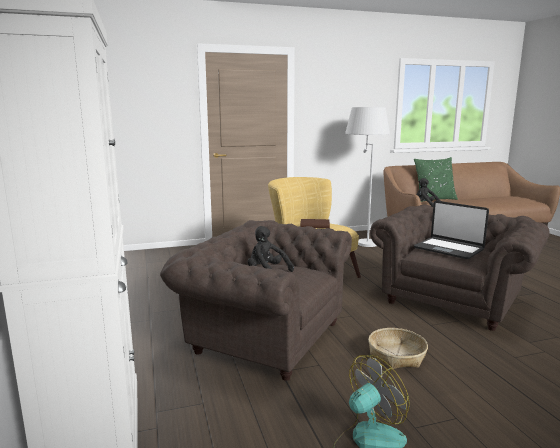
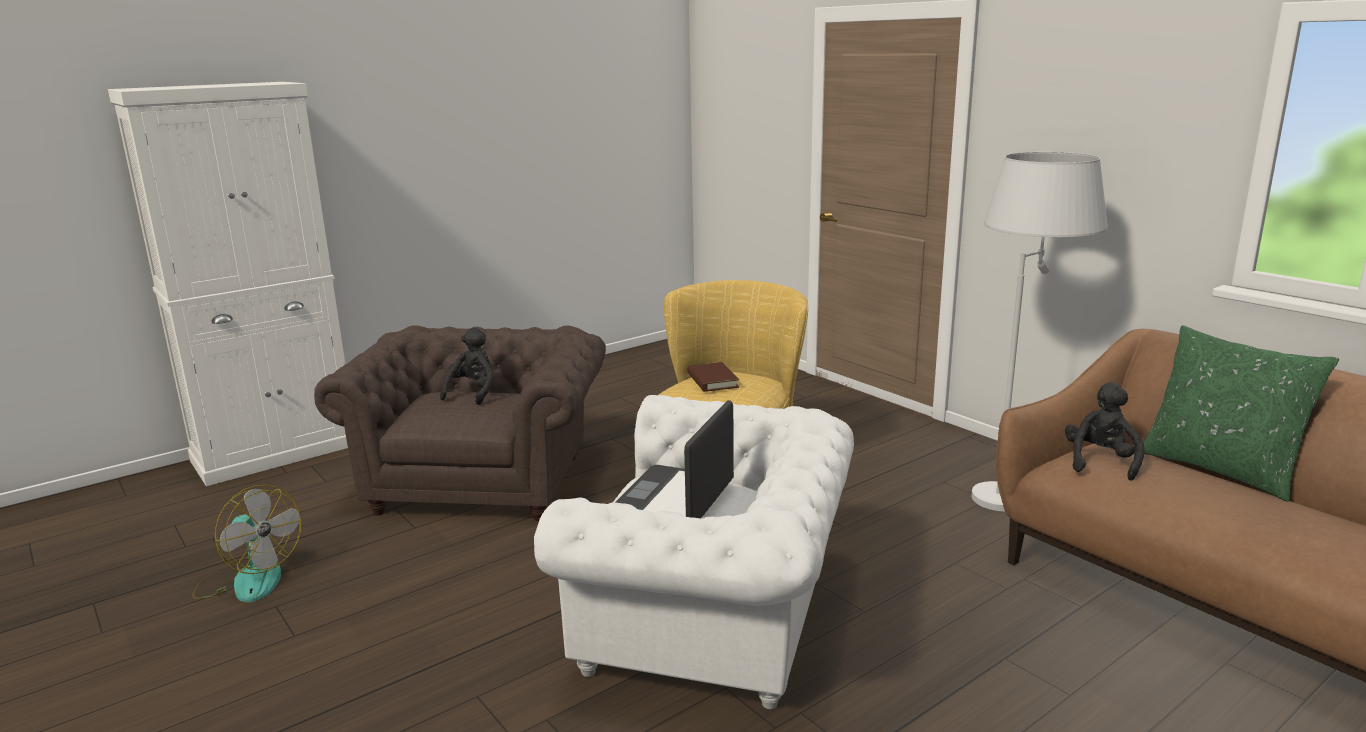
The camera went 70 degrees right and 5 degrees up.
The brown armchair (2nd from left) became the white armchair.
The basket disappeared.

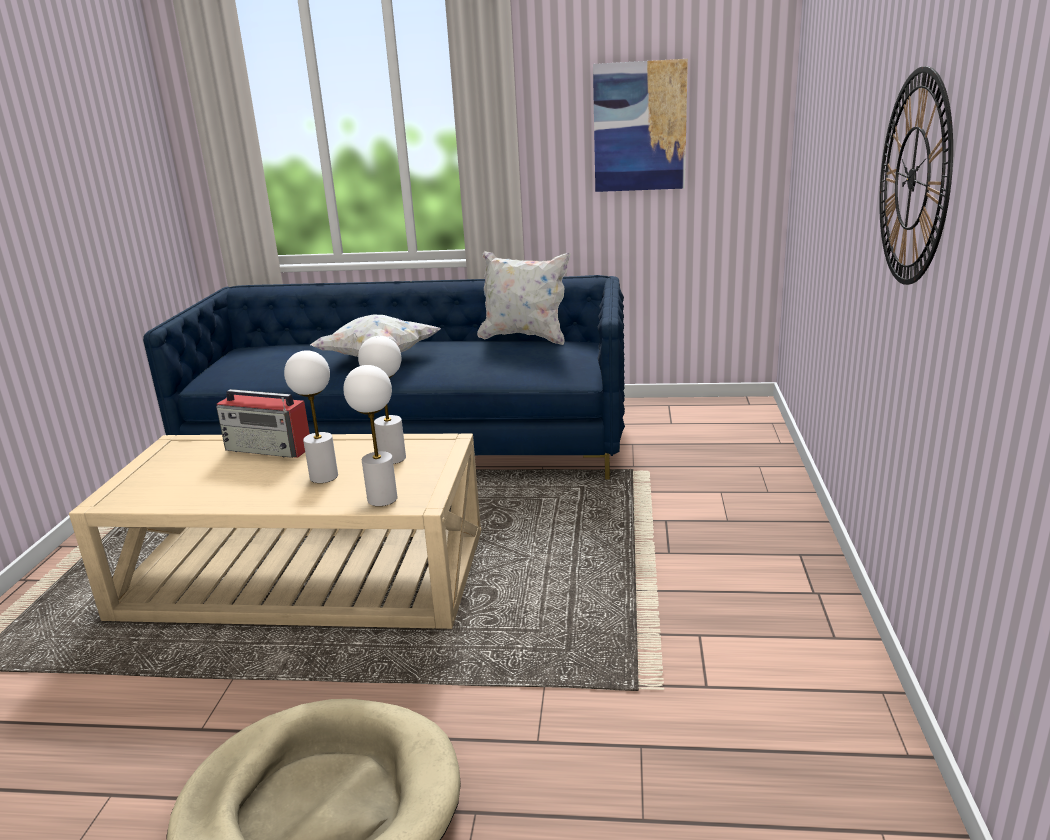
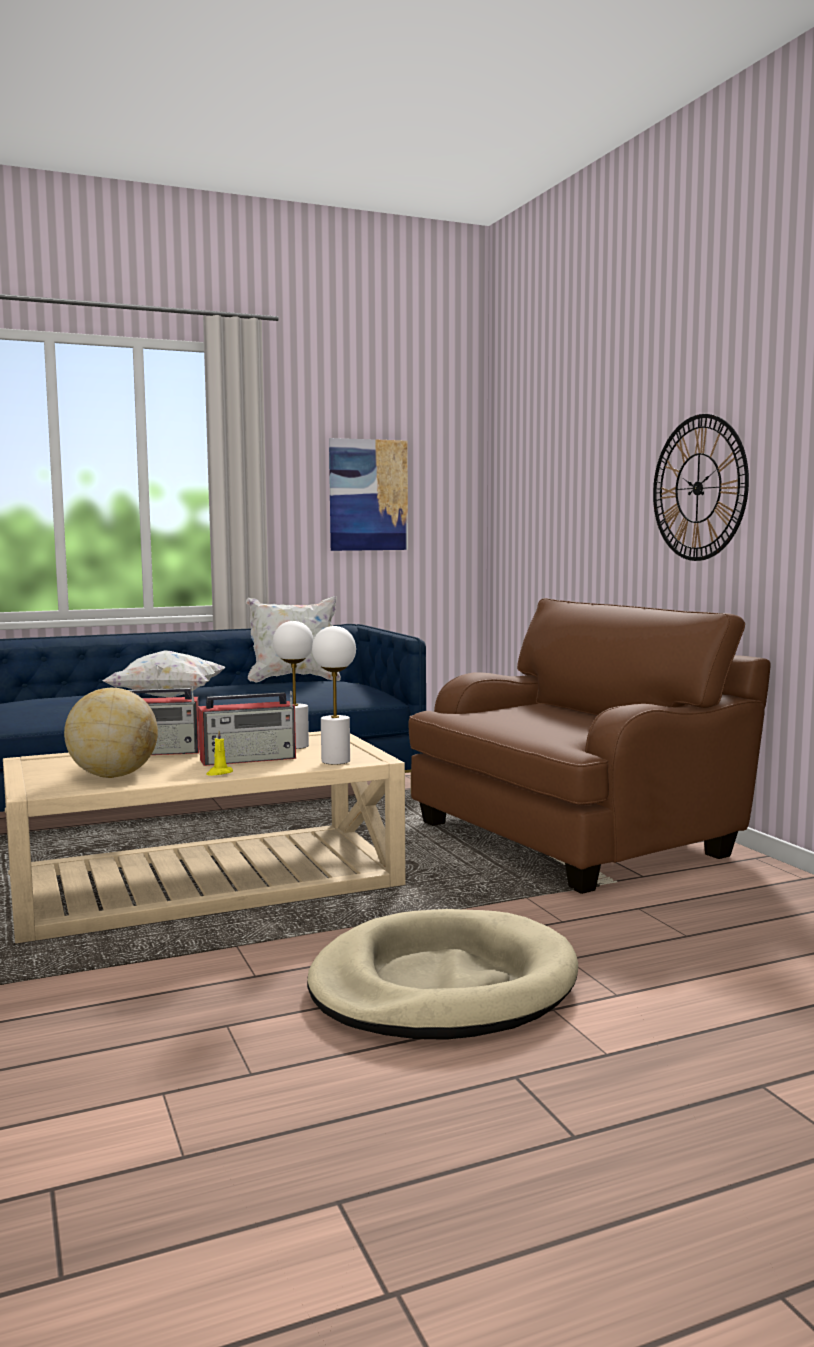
The camera went 30 degrees left and 15 degrees down.
The globe appeared.
The white table lamp (1st from left) was replaced by the radio (2nd from left).
The yellow candle appeared.
The brown armchair appeared.

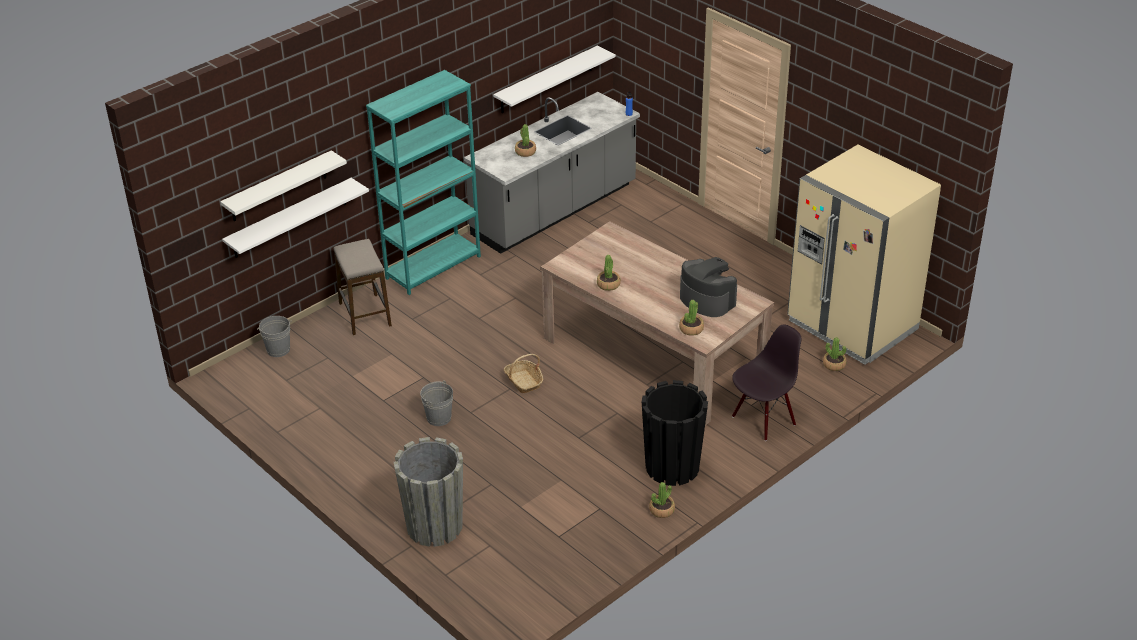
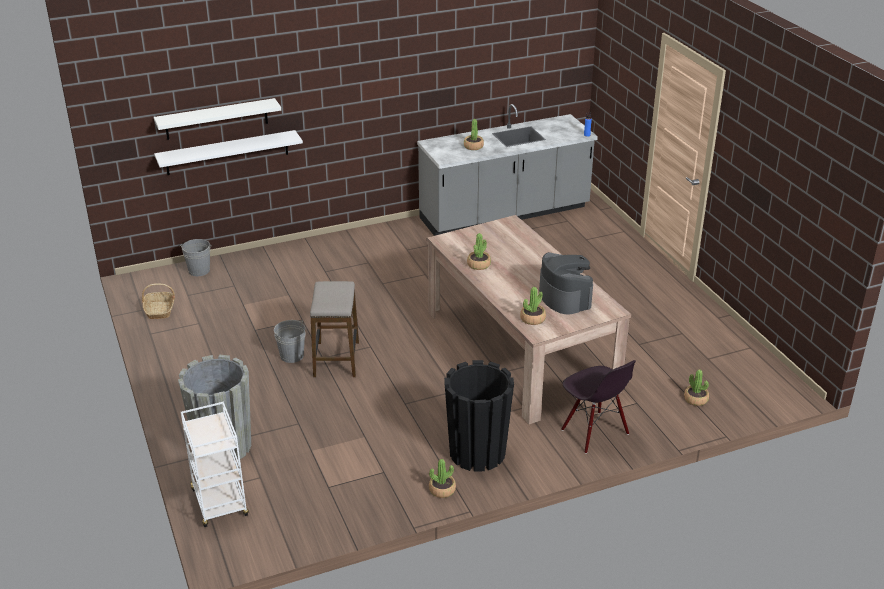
The camera went 20 degrees right and 5 degrees down.
The basket moved.
The white cart appeared.
The stool moved.
The black chair turned 75 degrees clockwise.
The turquoise bookcase disappeared.
The white shelf (3rd from left) disappeared.
The beige fridge disappeared.

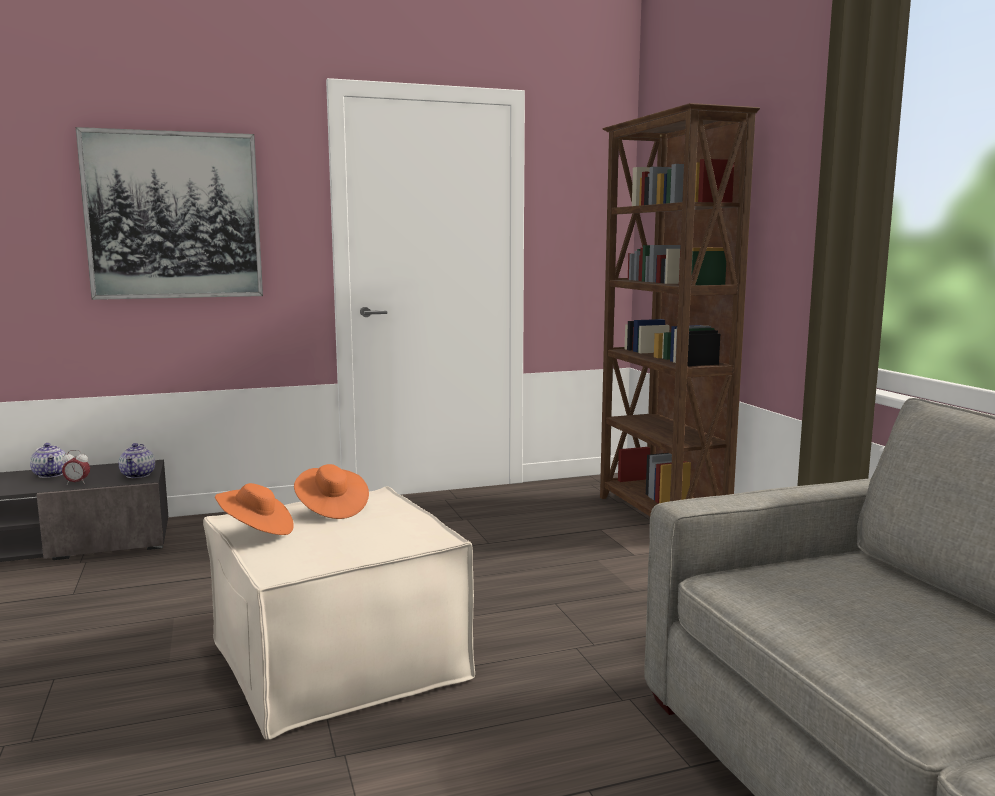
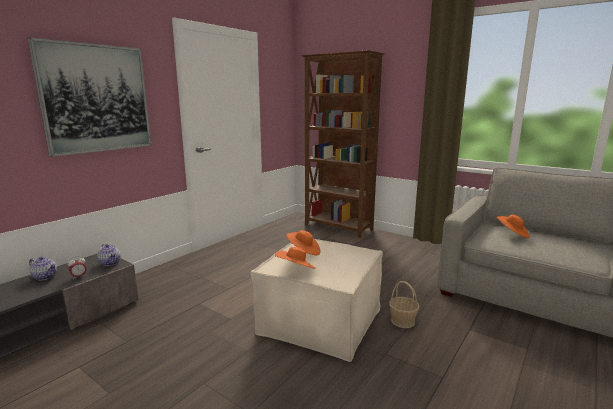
The camera went 35 degrees left and 5 degrees up.
The basket appeared.
The orange hat (3rd from left) appeared.

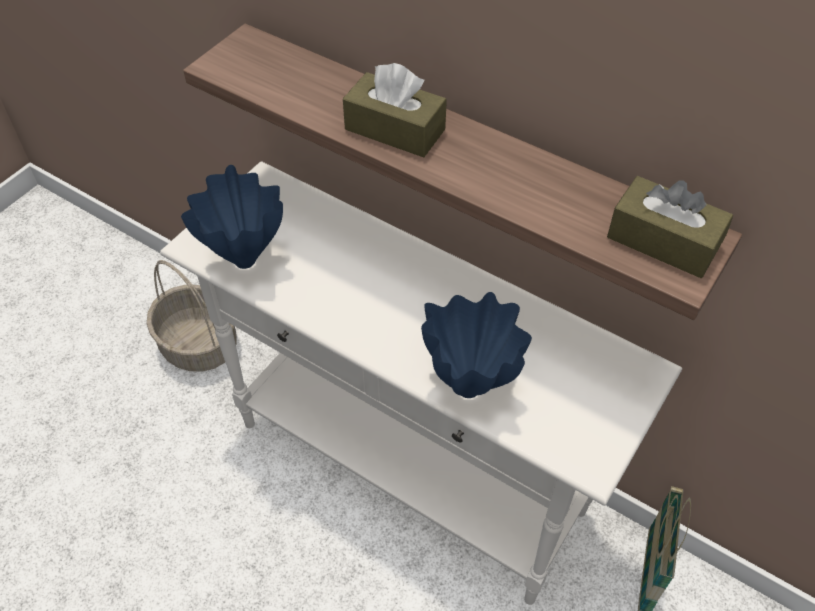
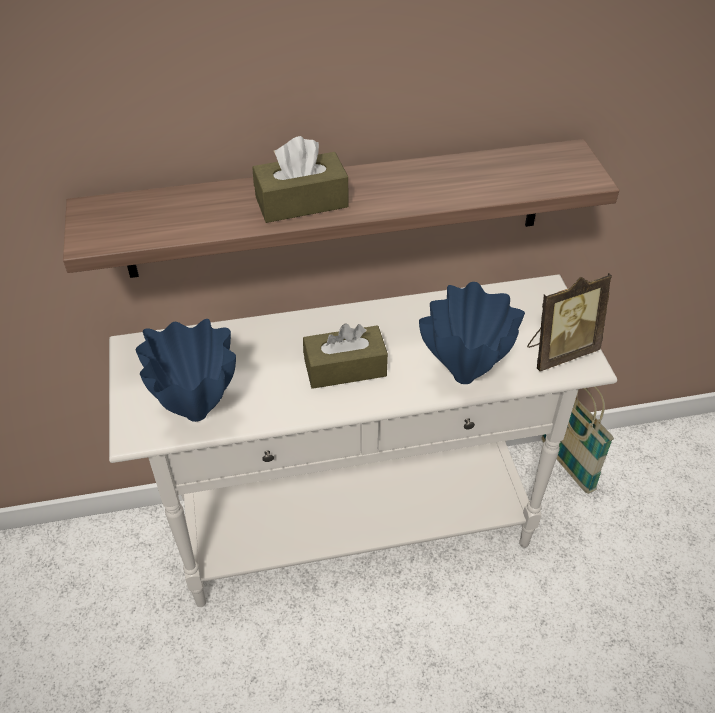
The camera went 45 degrees left and 5 degrees down.
The brown tissue box (2nd from left) moved.
The picture frame appeared.
The basket (1st from left) disappeared.

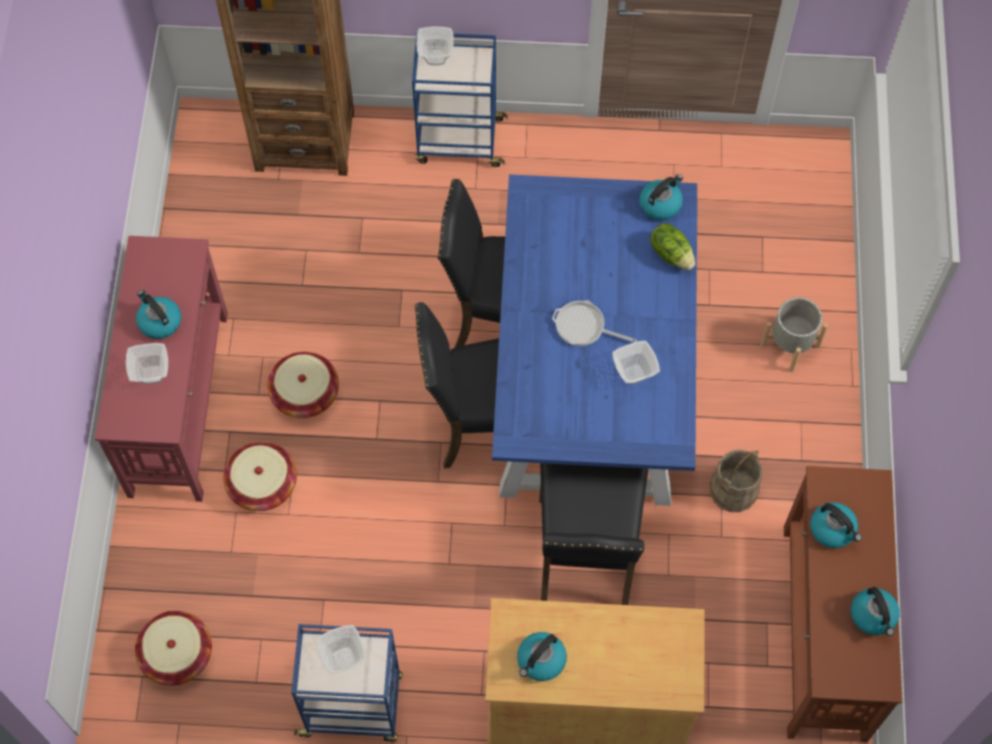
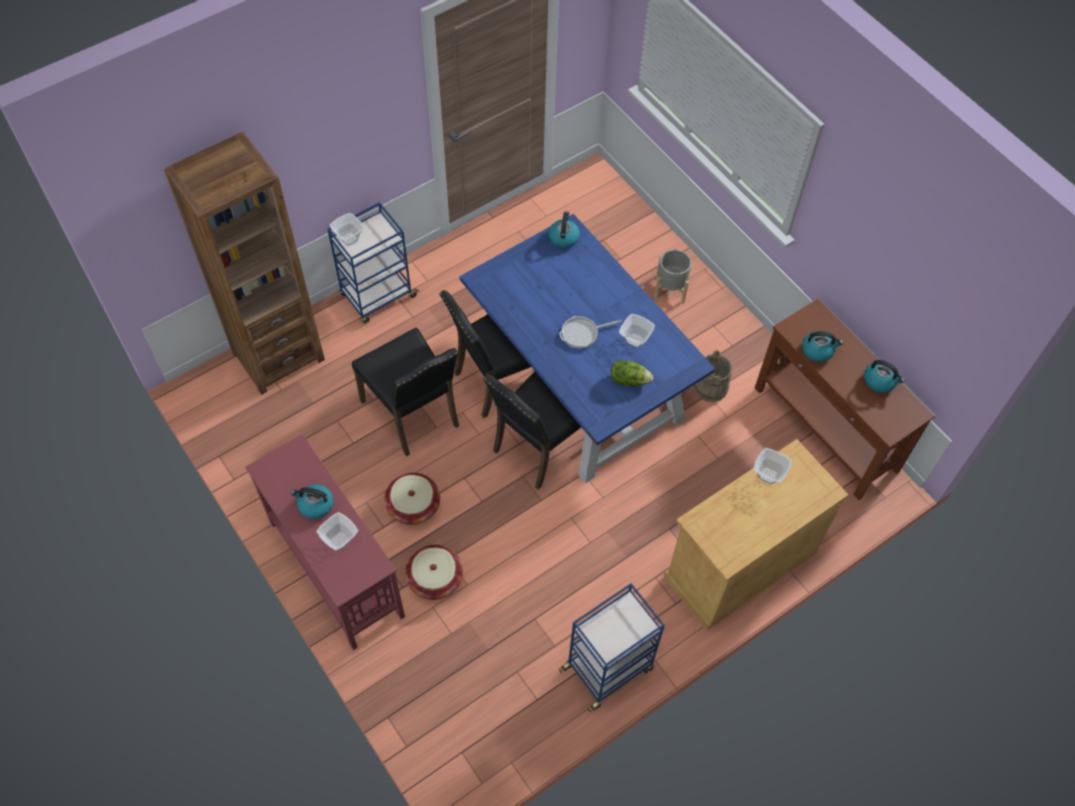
The camera went 40 degrees left and 5 degrees down.
The black chair (3rd from left in the first image) moved.
The lettuce moved.
The bowl (2nd from left in the first image) moved.
The basket (1st from left) disappeared.
The kettle (2nd from left) disappeared.

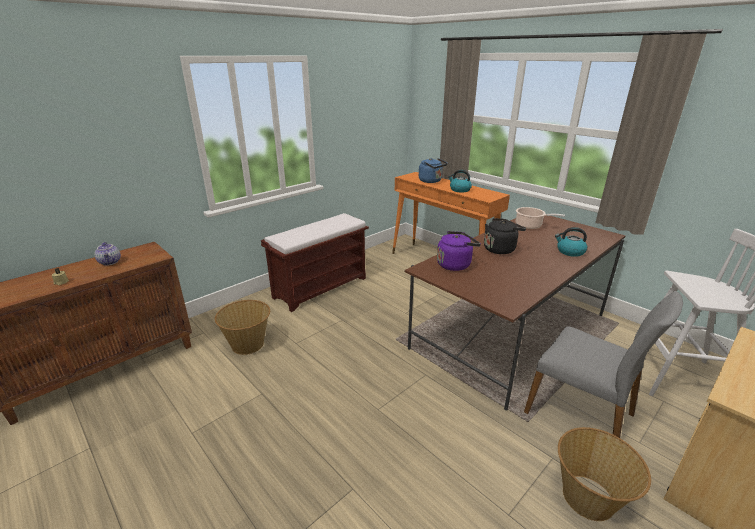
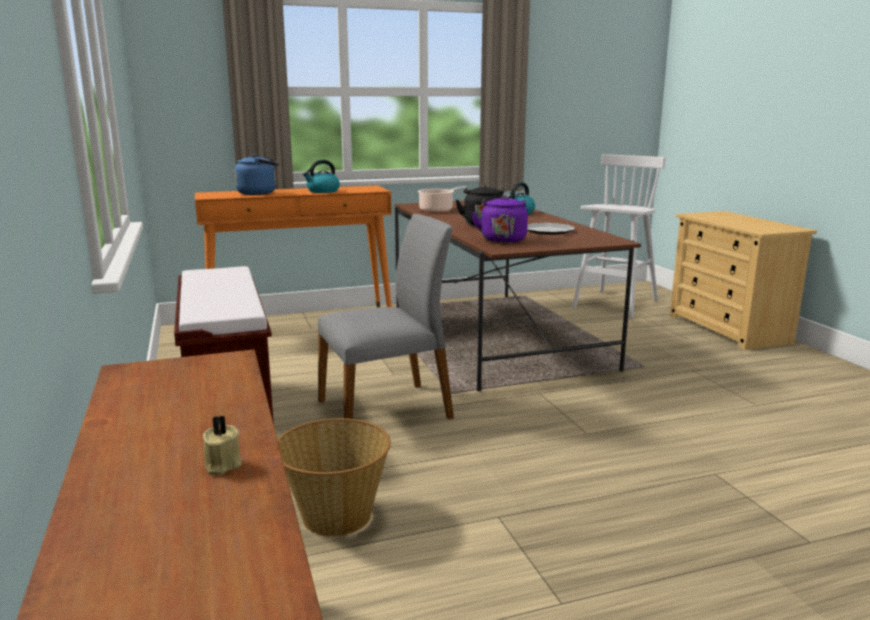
The camera went 65 degrees left and 10 degrees down.
The grey chair moved.
The plate appeared.
The teapot disappeared.
The basket (2nd from left) disappeared.

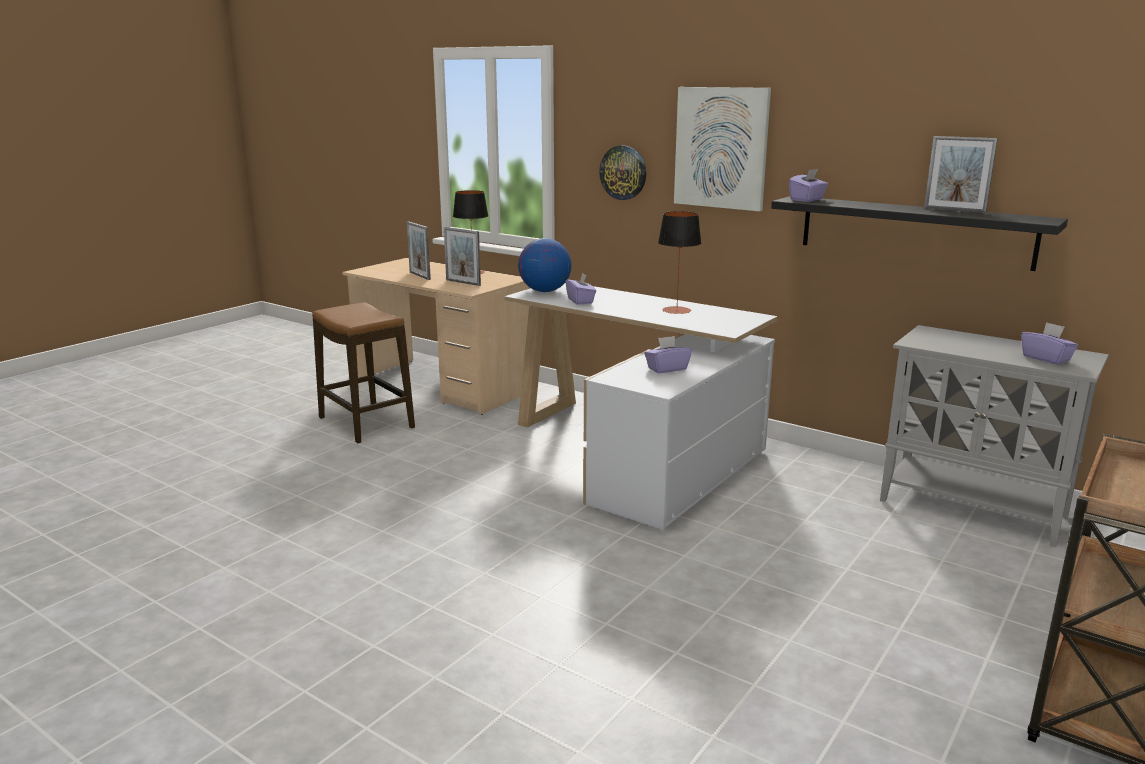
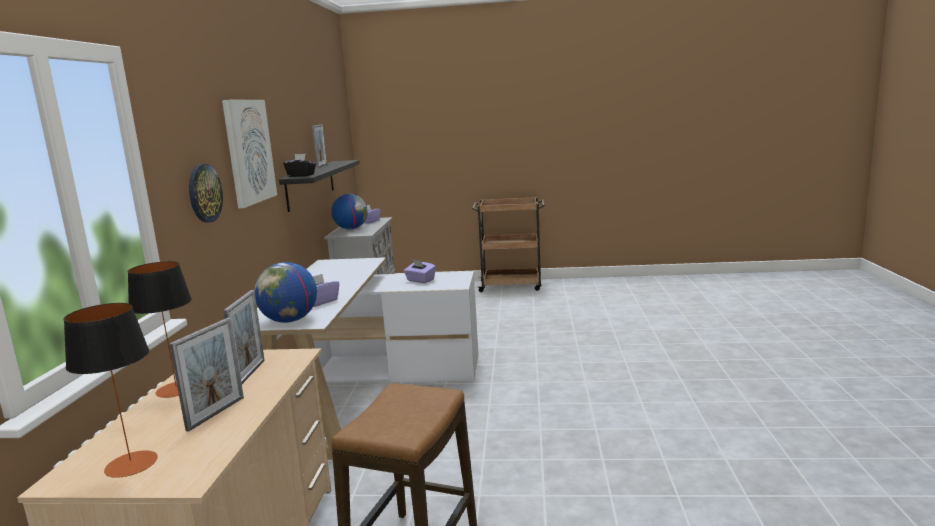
The camera went 120 degrees left and 5 degrees down.
The table lamp (2nd from left in the first image) moved.
The purple tissue box (3rd from left) became the black tissue box.
The globe (2nd from left) appeared.

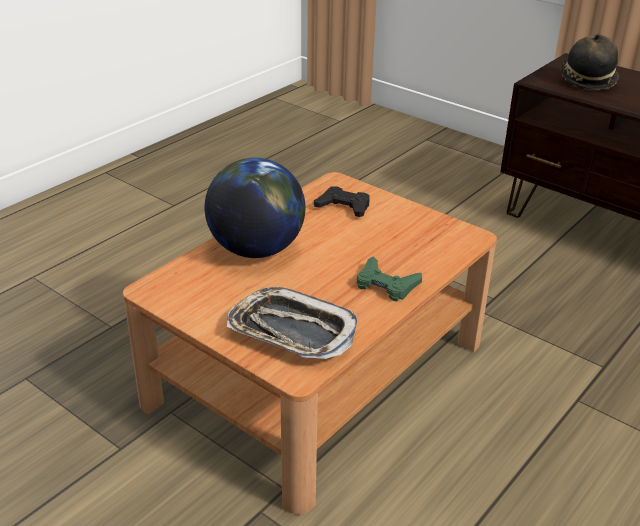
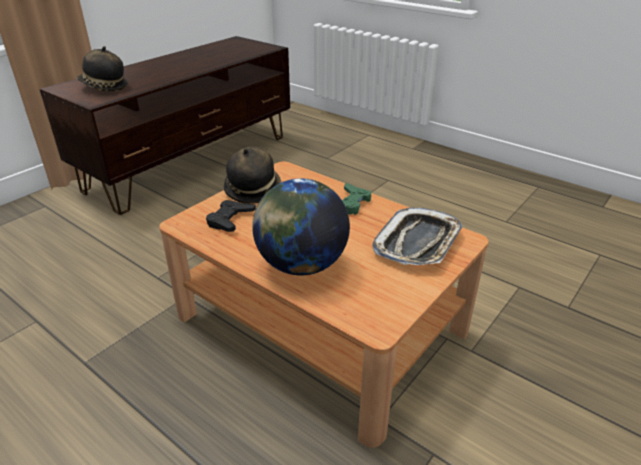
The camera went 90 degrees left and 0 degrees up.
The hat (2nd from left) appeared.

